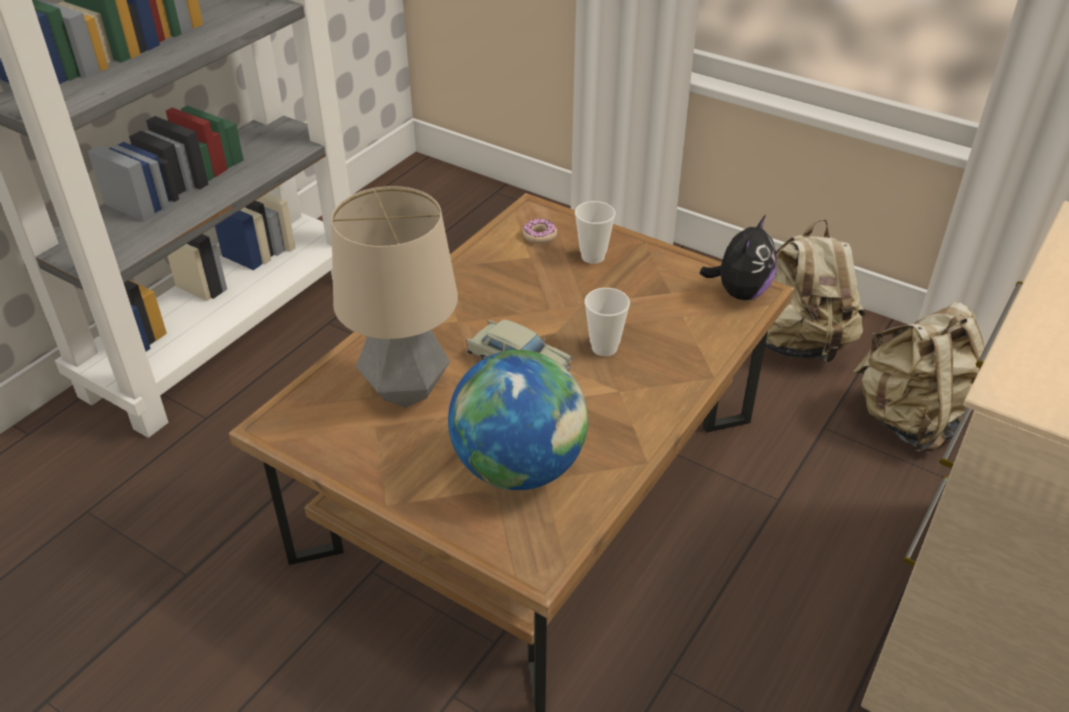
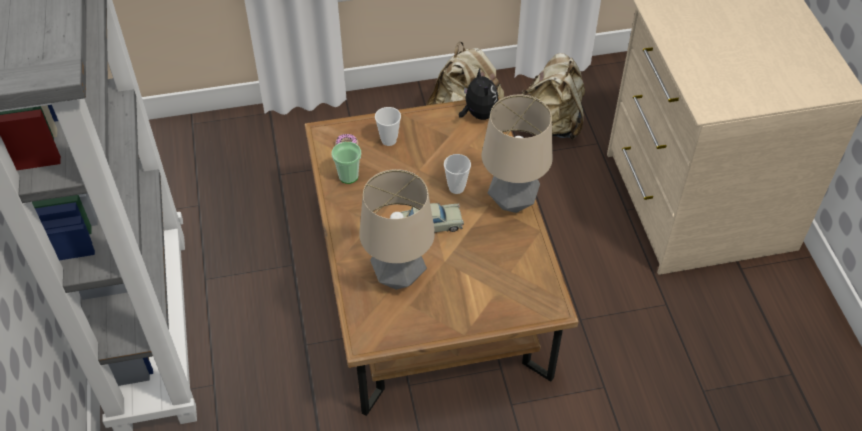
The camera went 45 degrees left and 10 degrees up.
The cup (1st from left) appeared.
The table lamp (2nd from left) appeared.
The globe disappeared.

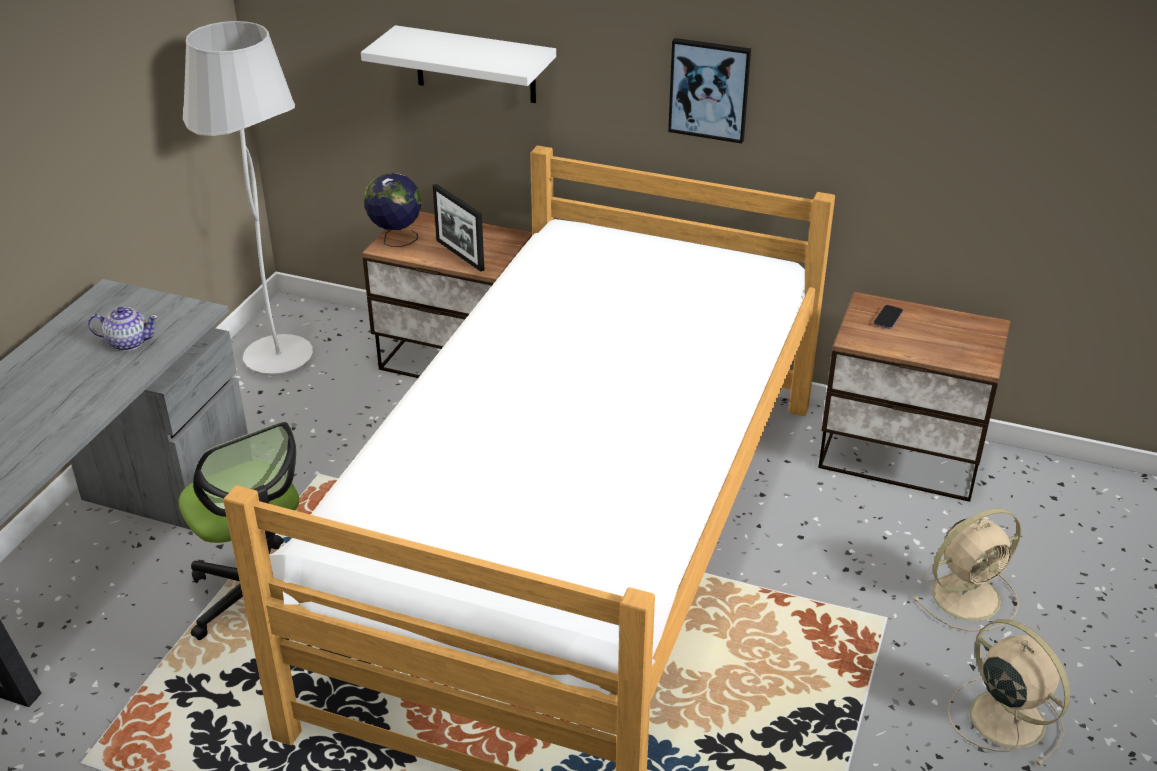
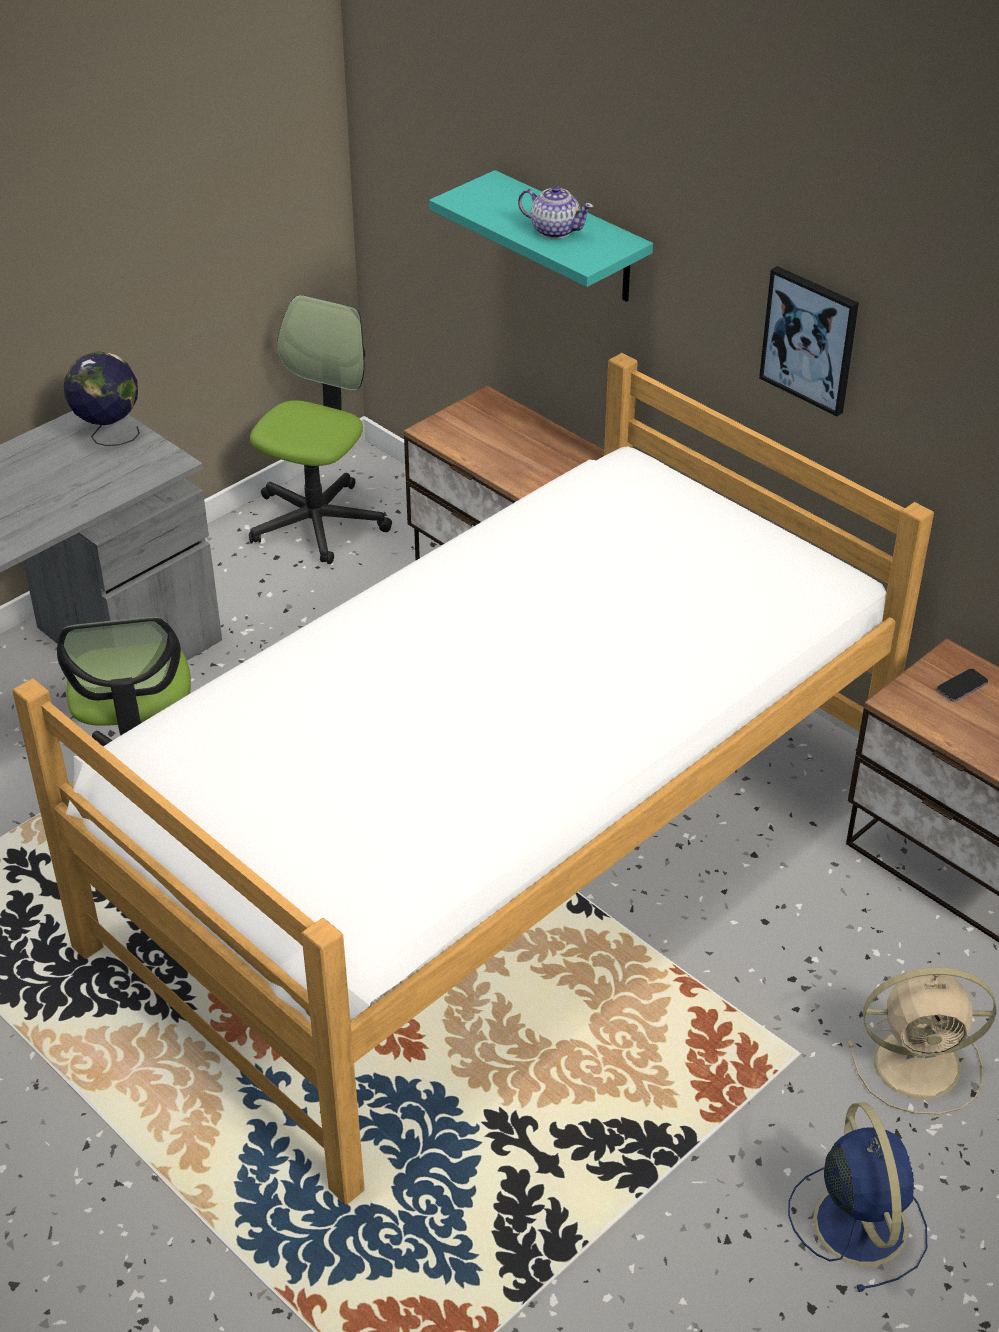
The camera went 25 degrees right and 5 degrees up.
The globe moved.
The white floor lamp was replaced by the office chair (2nd from left).
The white shelf became the turquoise shelf.
The teapot moved.
The beige fan (2nd from left) became the blue fan.
The picture frame disappeared.

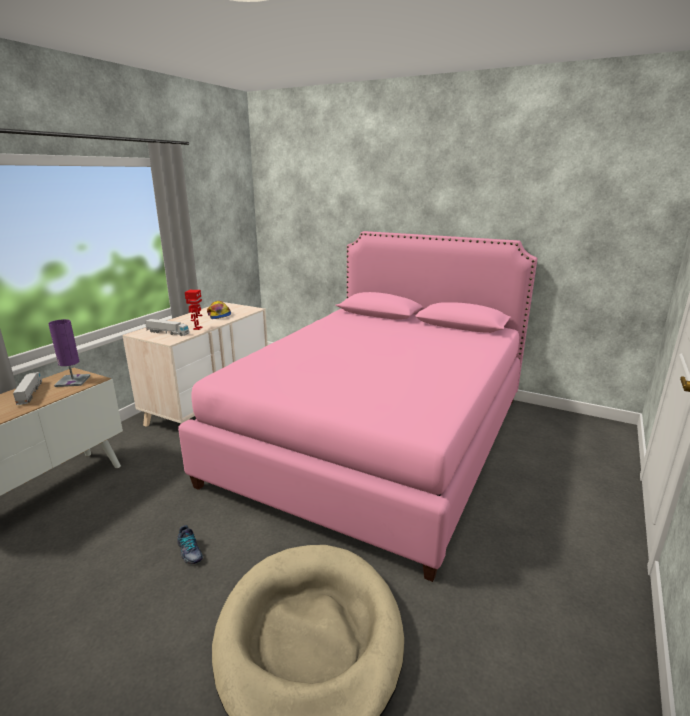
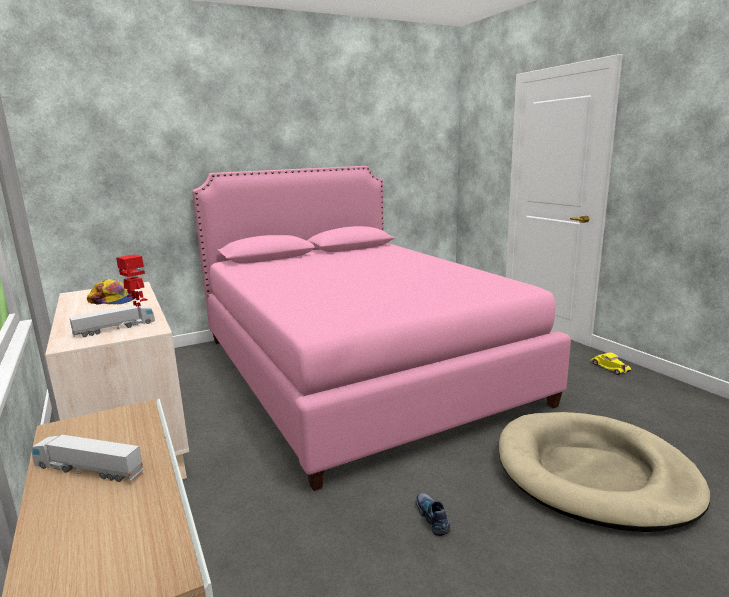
The camera went 55 degrees left and 5 degrees down.
The shoe turned 105 degrees counterclockwise.
The yellow toy car appeared.
The purple table lamp disappeared.

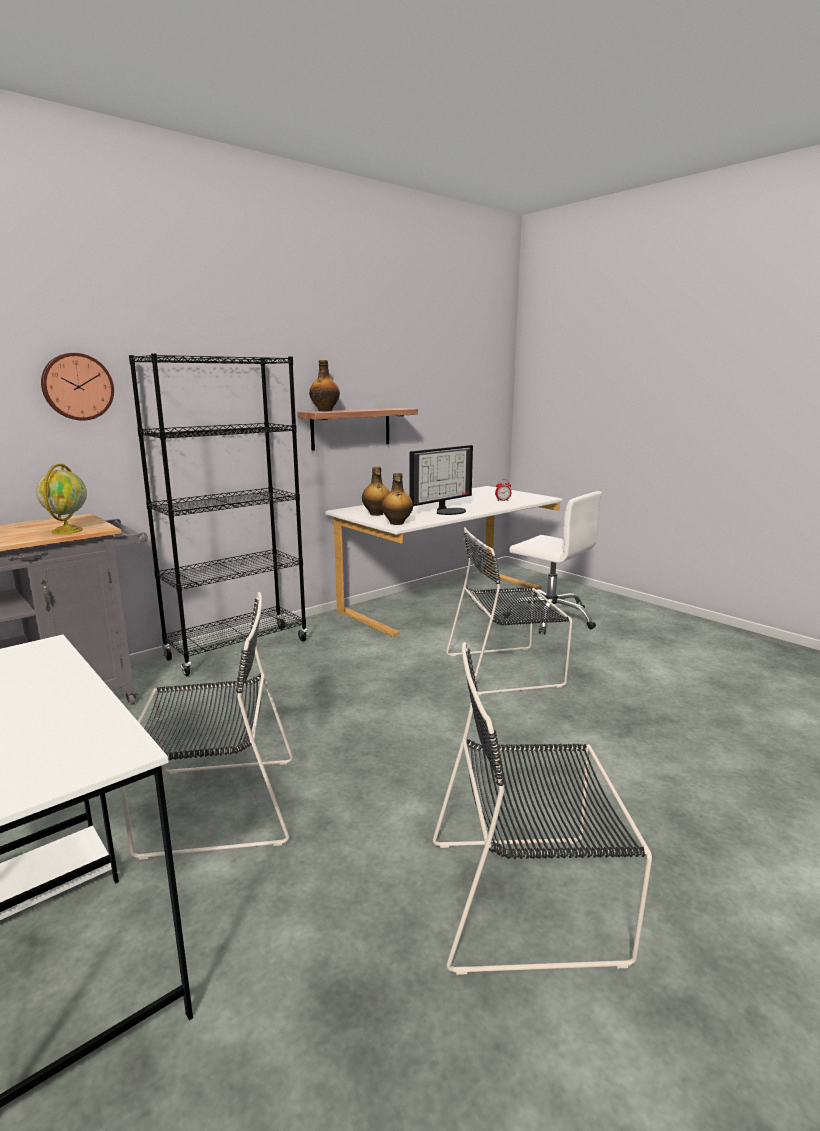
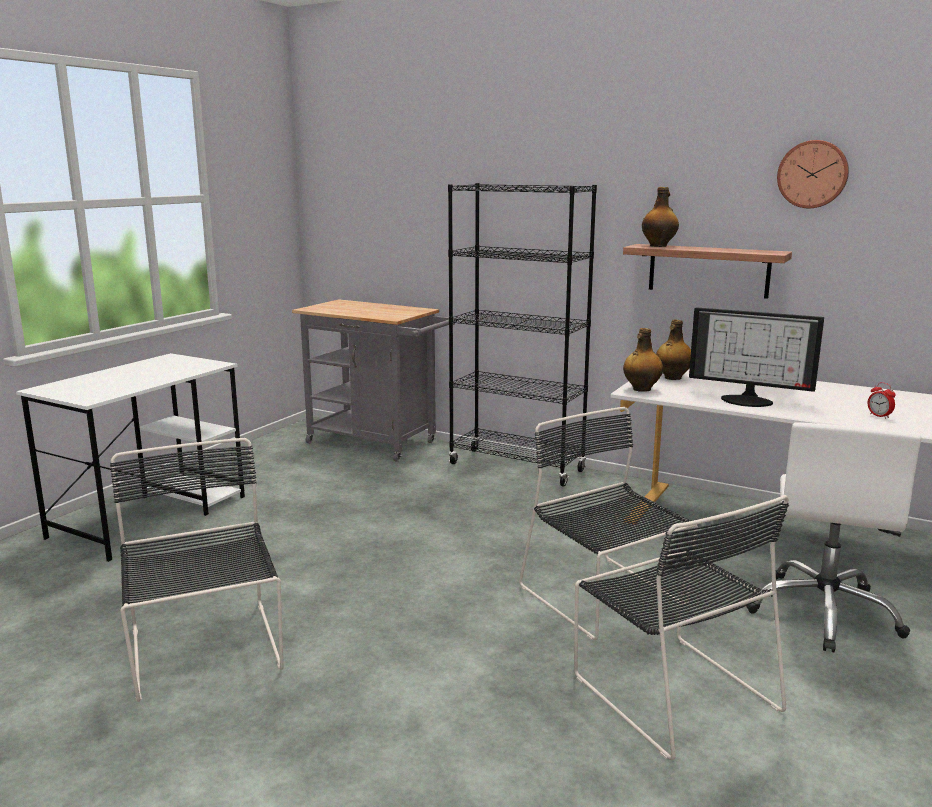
The camera went 70 degrees right and 0 degrees up.
The black chair (1st from left in the first image) moved.
The wall clock moved.
The globe disappeared.

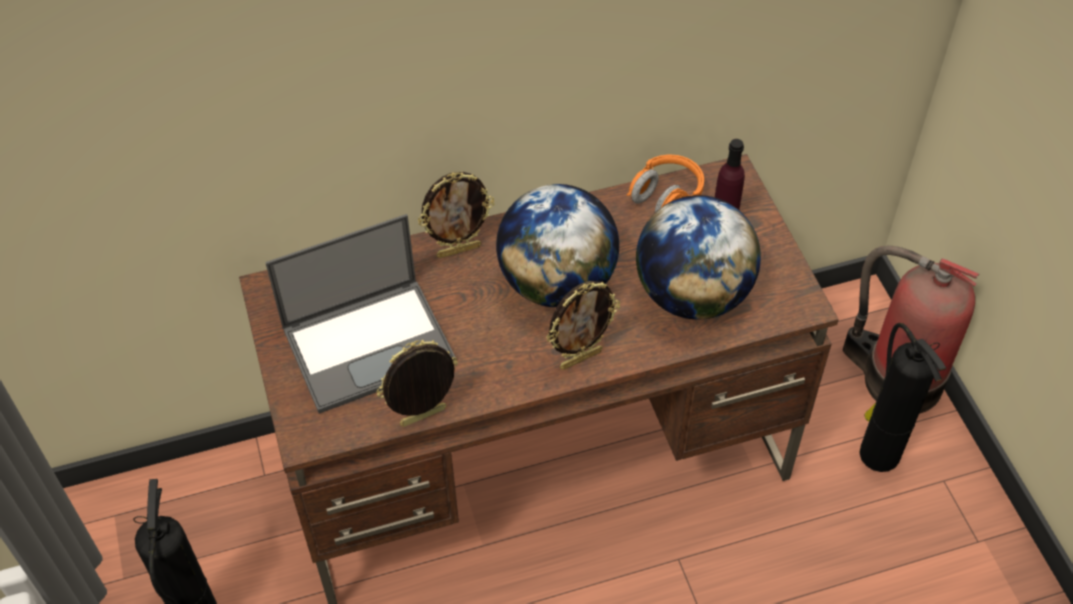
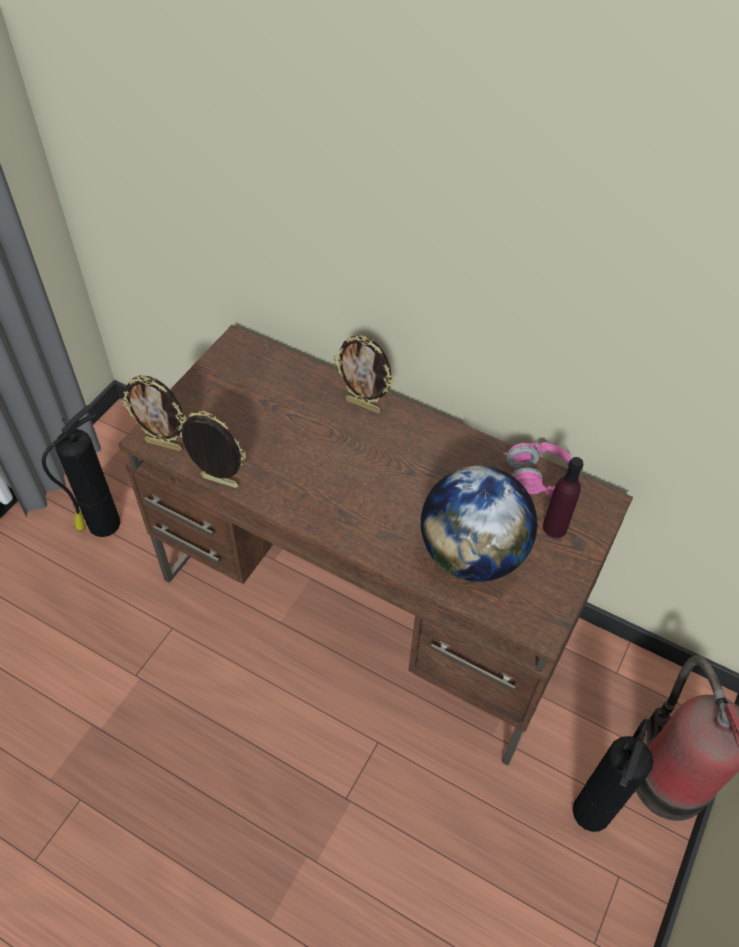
The camera went 45 degrees right and 0 degrees up.
The picture frame (3rd from left in the first image) moved.
The orange headphones became the pink headphones.
The laptop disappeared.
The globe (1st from left) disappeared.

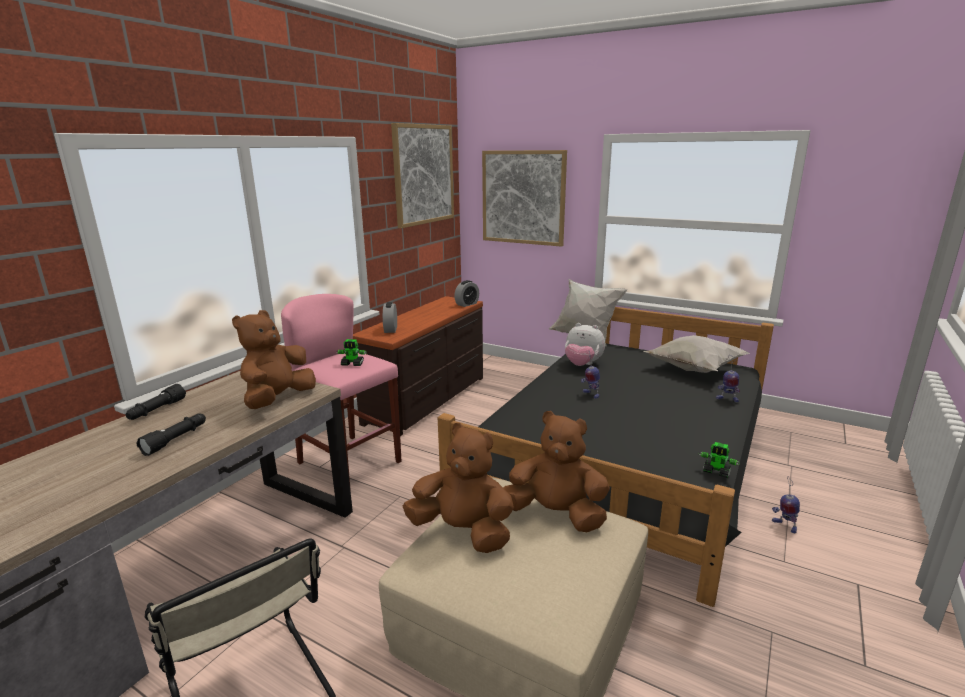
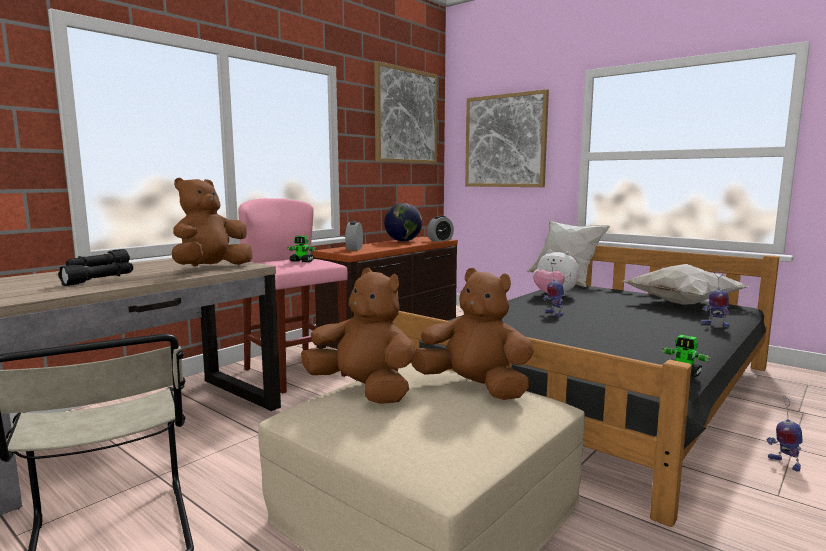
The camera went 10 degrees right and 10 degrees down.
The globe appeared.

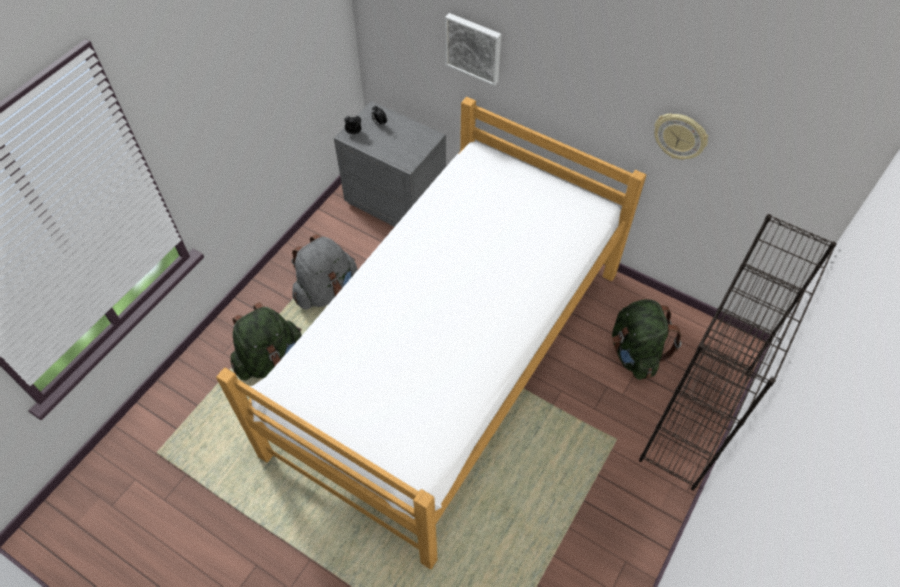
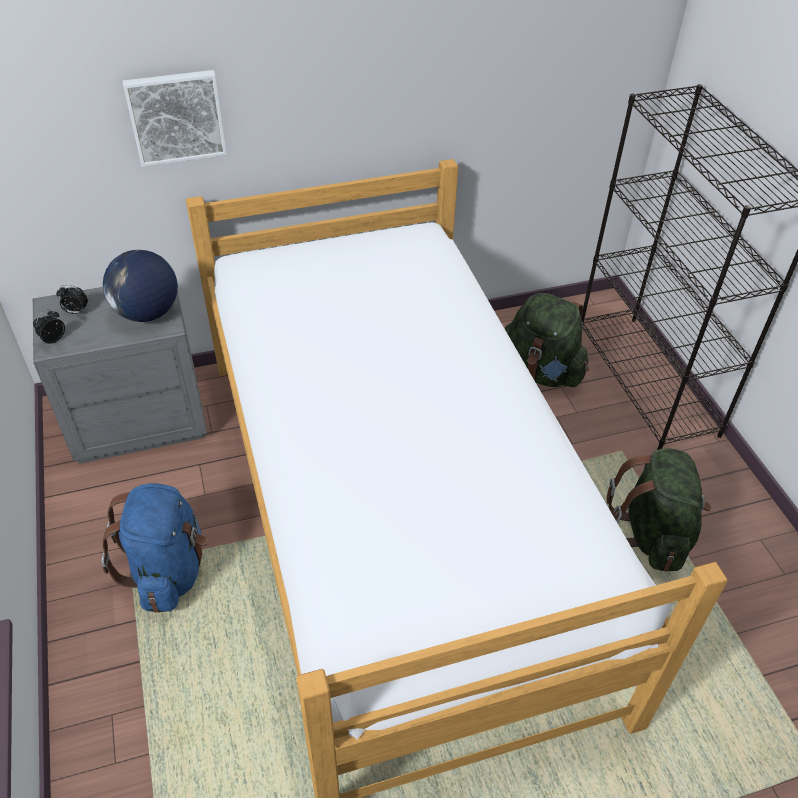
The camera went 50 degrees left and 10 degrees down.
The grey backpack became the blue backpack.
The globe appeared.
The green backpack (1st from left in the first image) moved.
The wall clock disappeared.

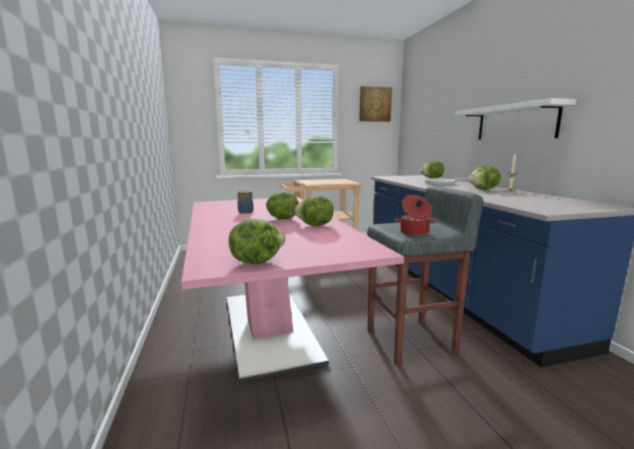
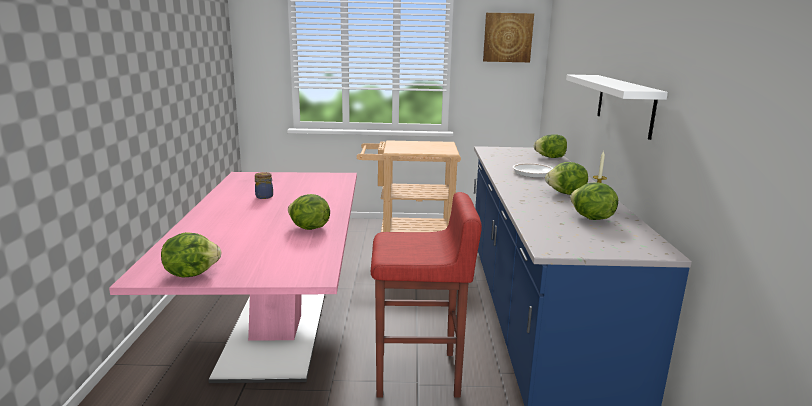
The camera went 15 degrees right and 5 degrees up.
The grey stool became the red stool.
The lettuce (2nd from left in the first image) moved.
The cooking pot disappeared.

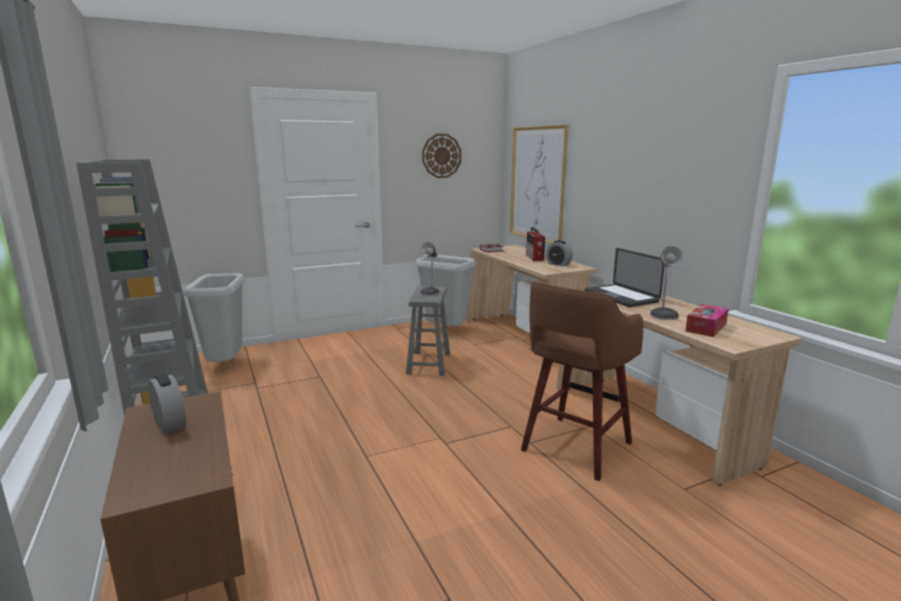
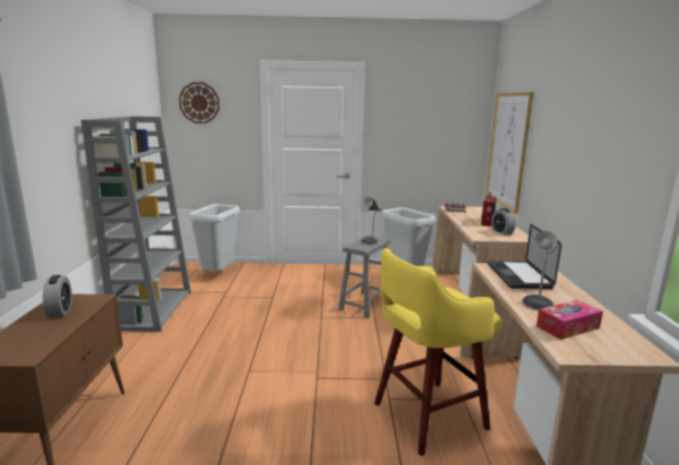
The camera went 25 degrees right and 0 degrees up.
The wall clock moved.
The brown stool became the yellow stool.

